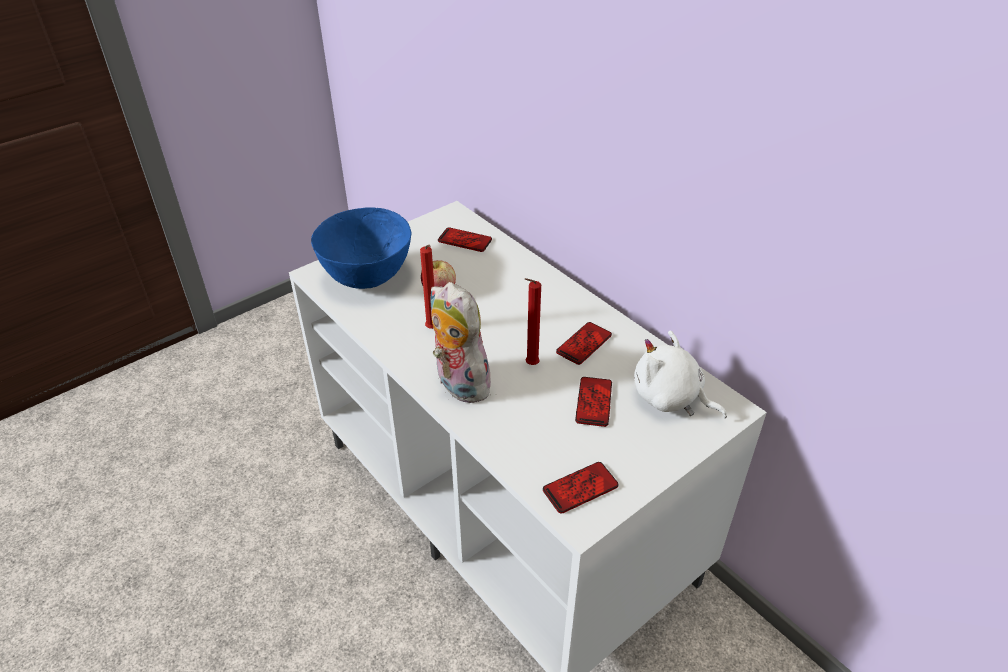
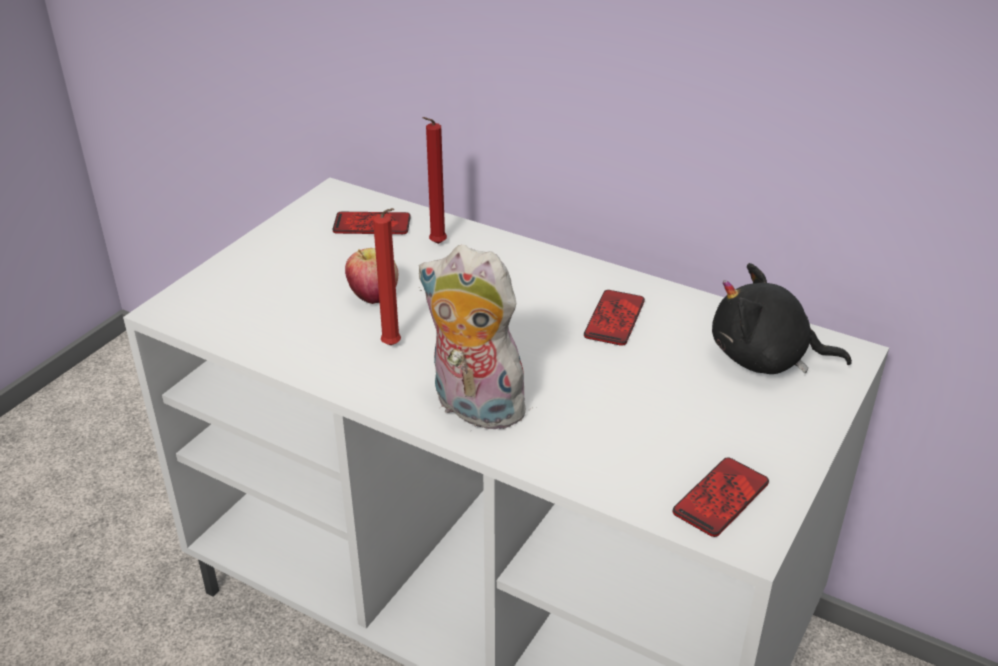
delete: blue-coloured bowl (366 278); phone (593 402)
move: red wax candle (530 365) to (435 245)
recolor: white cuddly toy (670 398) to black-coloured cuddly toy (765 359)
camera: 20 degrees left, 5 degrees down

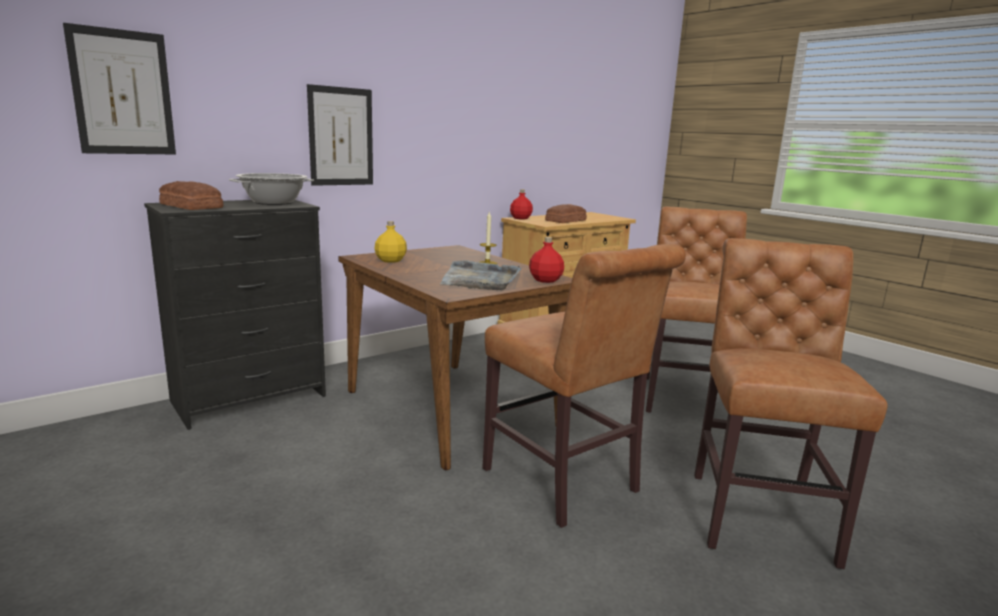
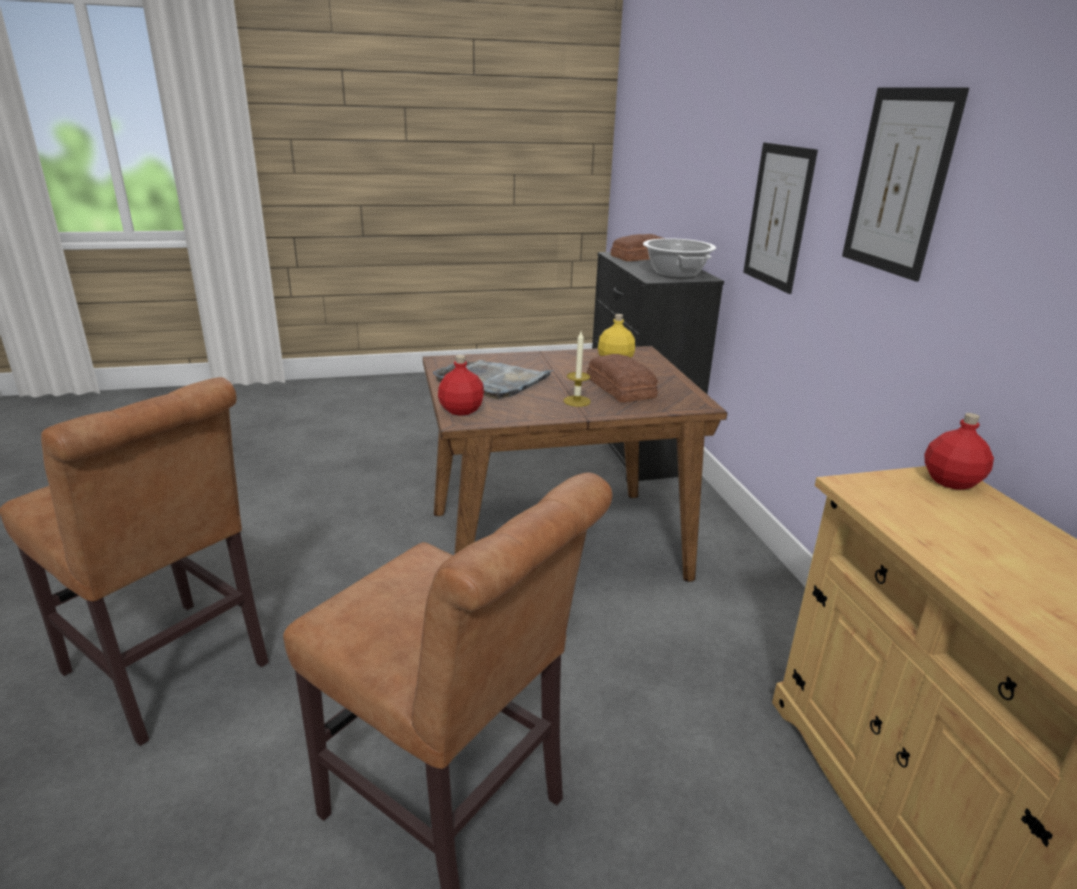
delete: brown chair (565 484)
move: picture (123 93) to (899 182); bakery bread (564 220) to (621 387)
camera: 115 degrees right, 10 degrees up

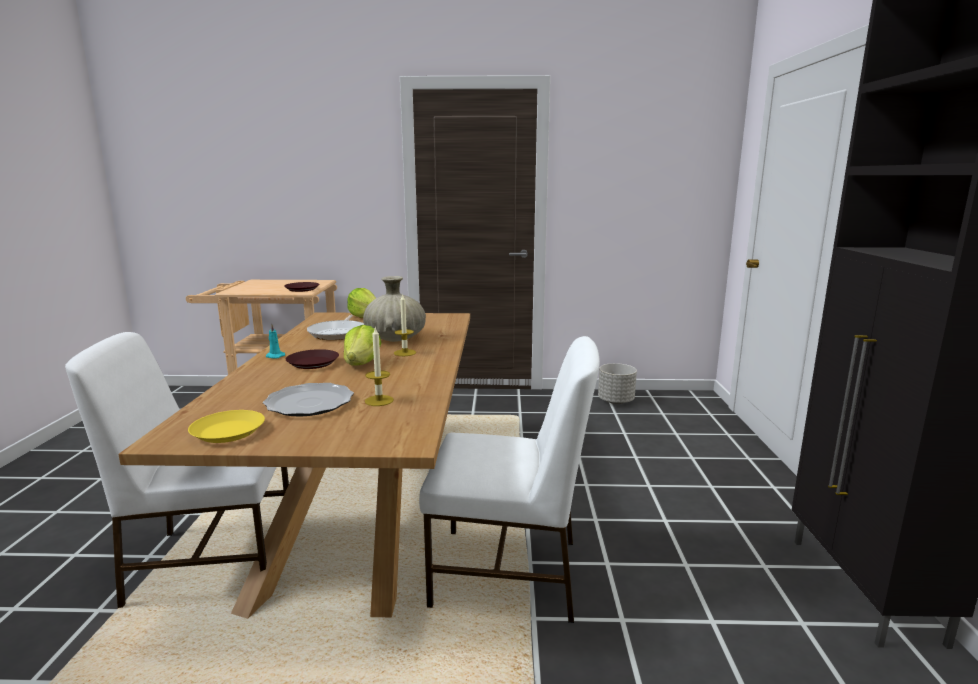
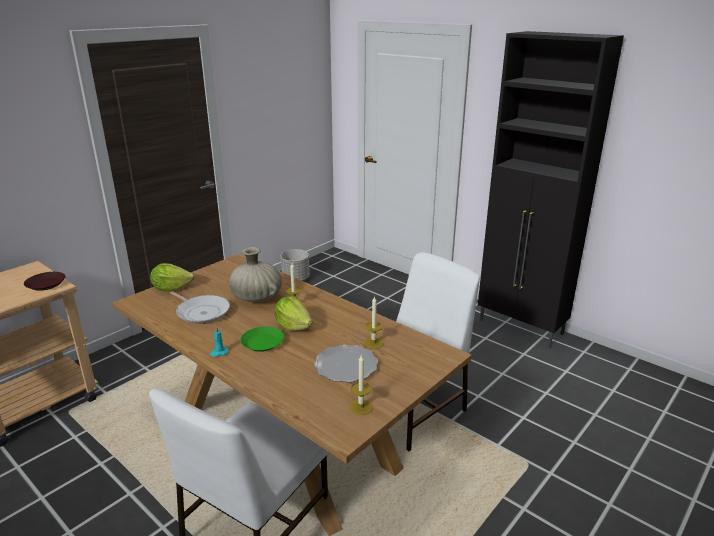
replace: yellow flat dish (227 432) to wax candle (361 407)
recolor: brown flat dish (313 363) to green-coloured flat dish (263 342)
camera: 50 degrees left, 10 degrees up

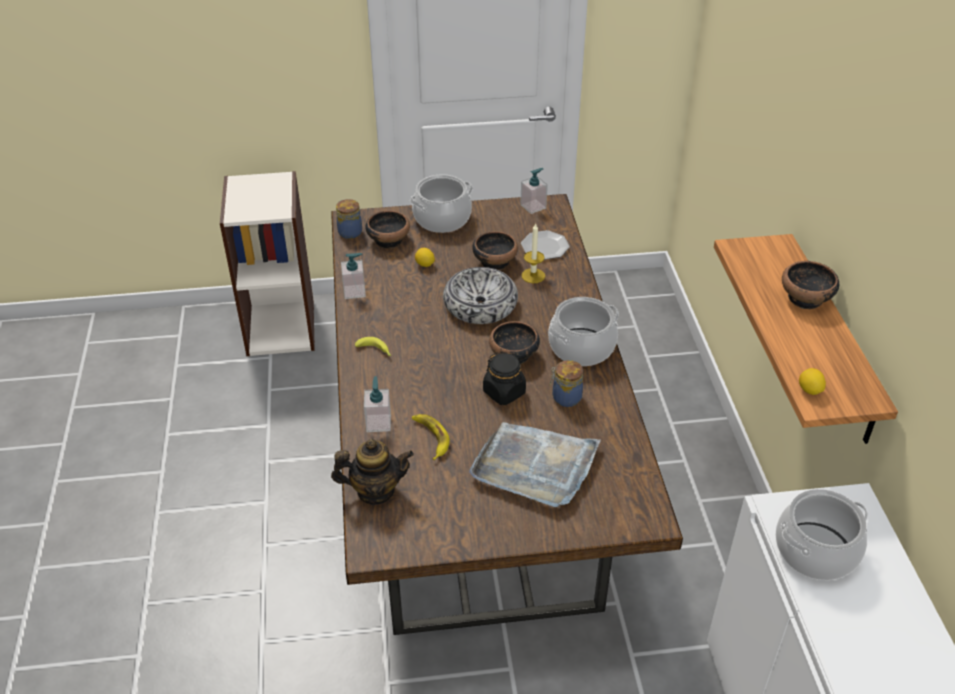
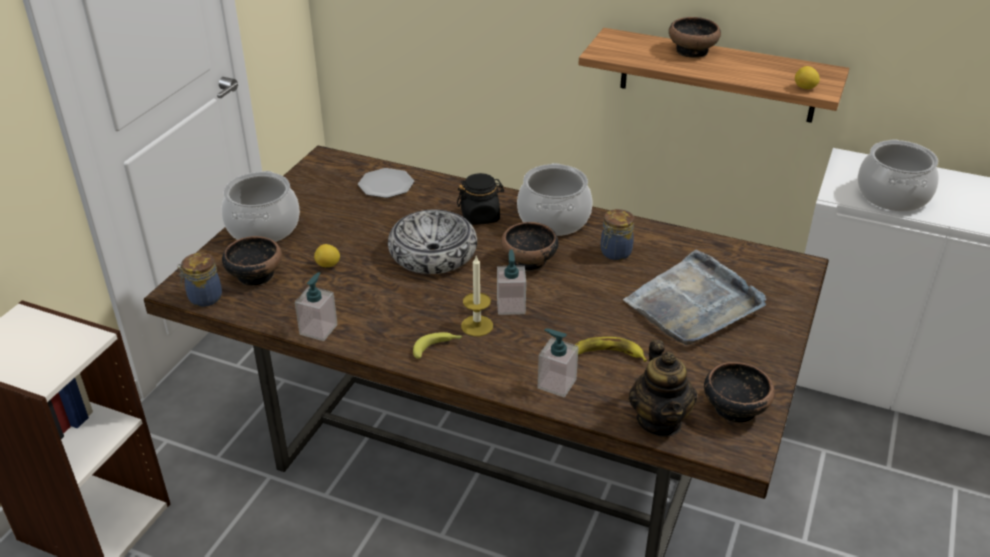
move: soap dispenser (533 206) to (511 306); wax candle (533 275) to (477 326); bowl (495 261) to (734 408); black-coloured storage jar (504 392) to (480 216)
rotate: teapot (375 491) = (660 420) 150 degrees clockwise
camera: 60 degrees left, 5 degrees down

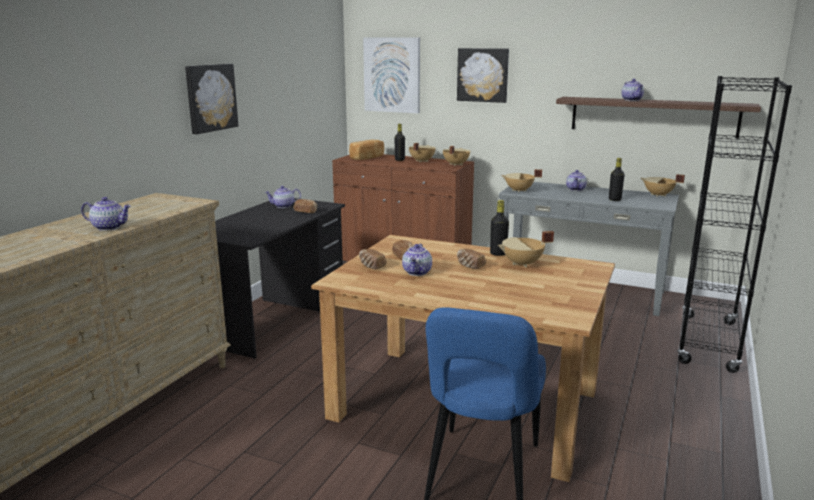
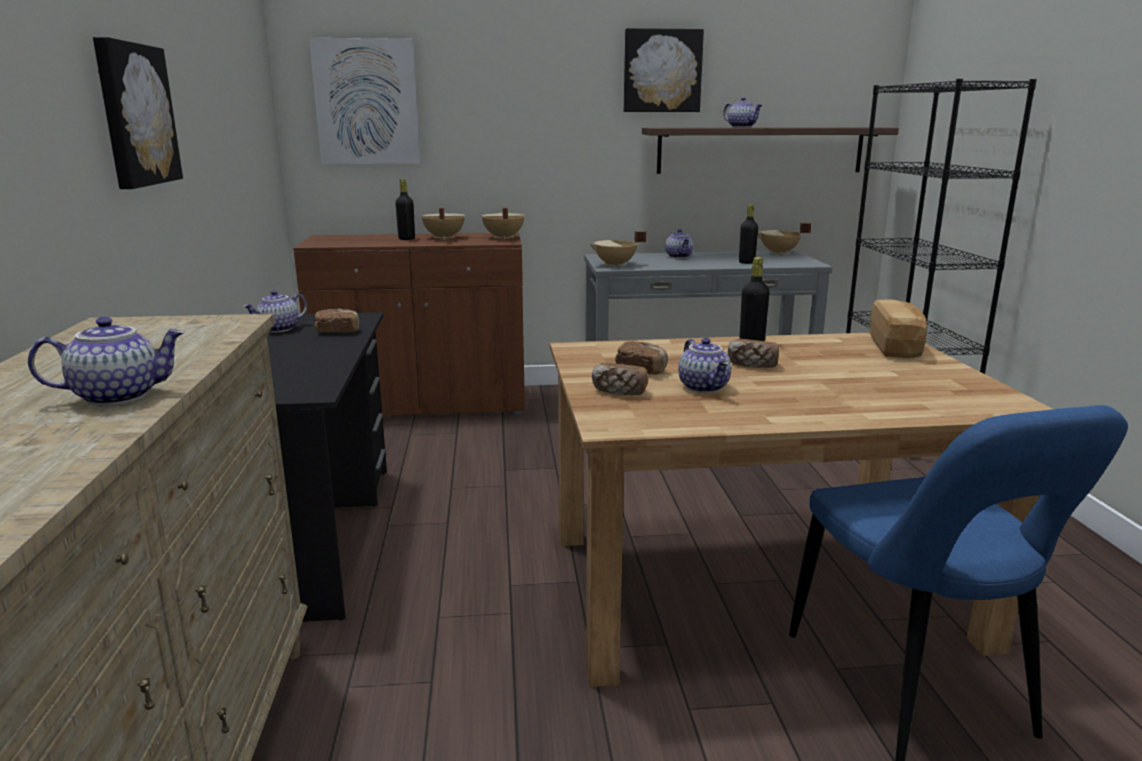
delete: sand-coloured saucepot (523 264)
move: picture (483 75) to (662 71); bakery bread (368 158) to (896 347)
camera: 30 degrees left, 0 degrees up

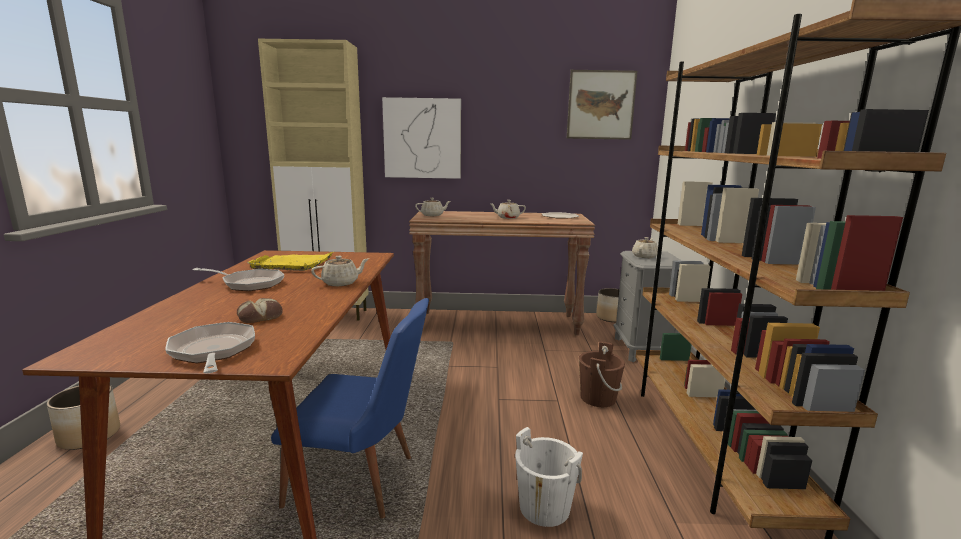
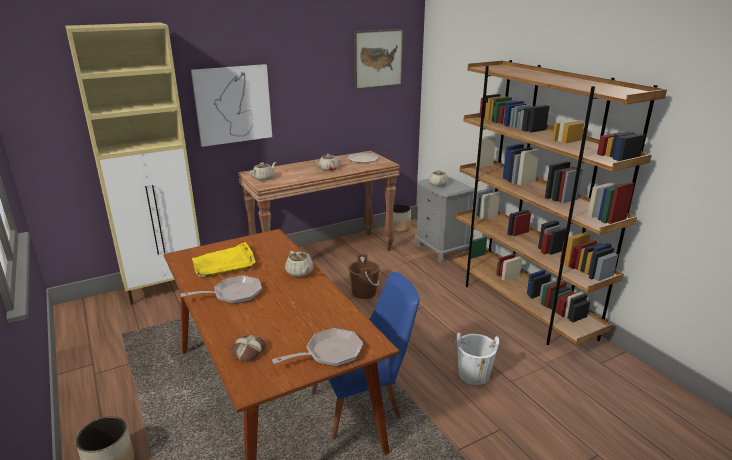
move: bakery bread (260 316) to (248 351); brown pail (598 398) to (364 292)
rotate: sand-coloured teapot (341 283) = (300 272) 120 degrees clockwise; pan (213 352) = (329 353) 120 degrees clockwise
camera: 30 degrees left, 10 degrees up

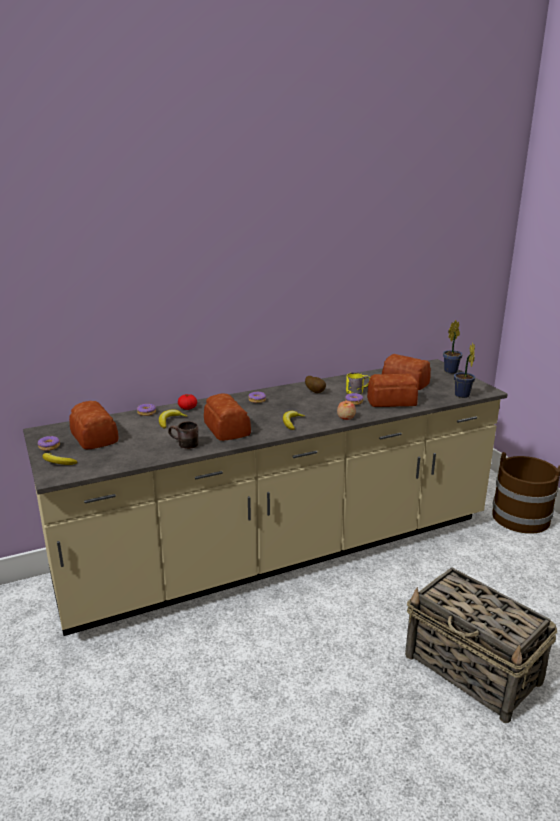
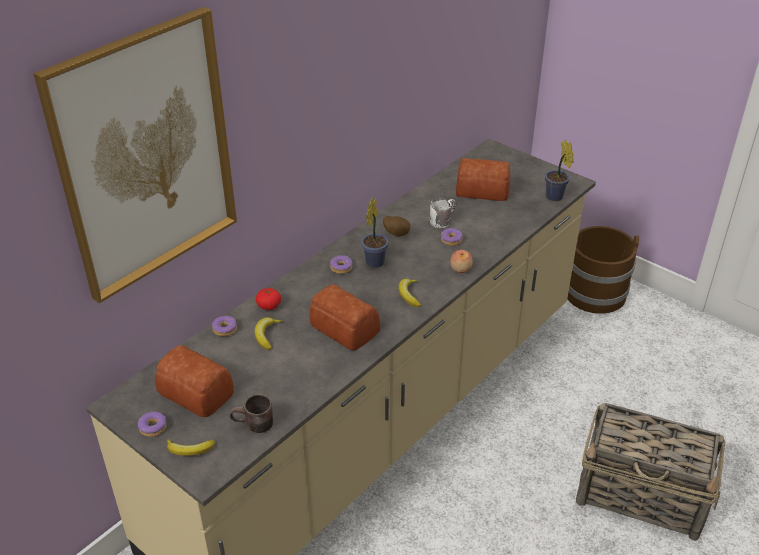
delete: bakery bread (393 401)
insert: picture (146 156)
move: plant in a pot (451 370) to (376 261); brown mug (183 445) to (253 426)
recolor: yellow mug (357 391) to white mug (441 220)
camera: 25 degrees left, 15 degrees up

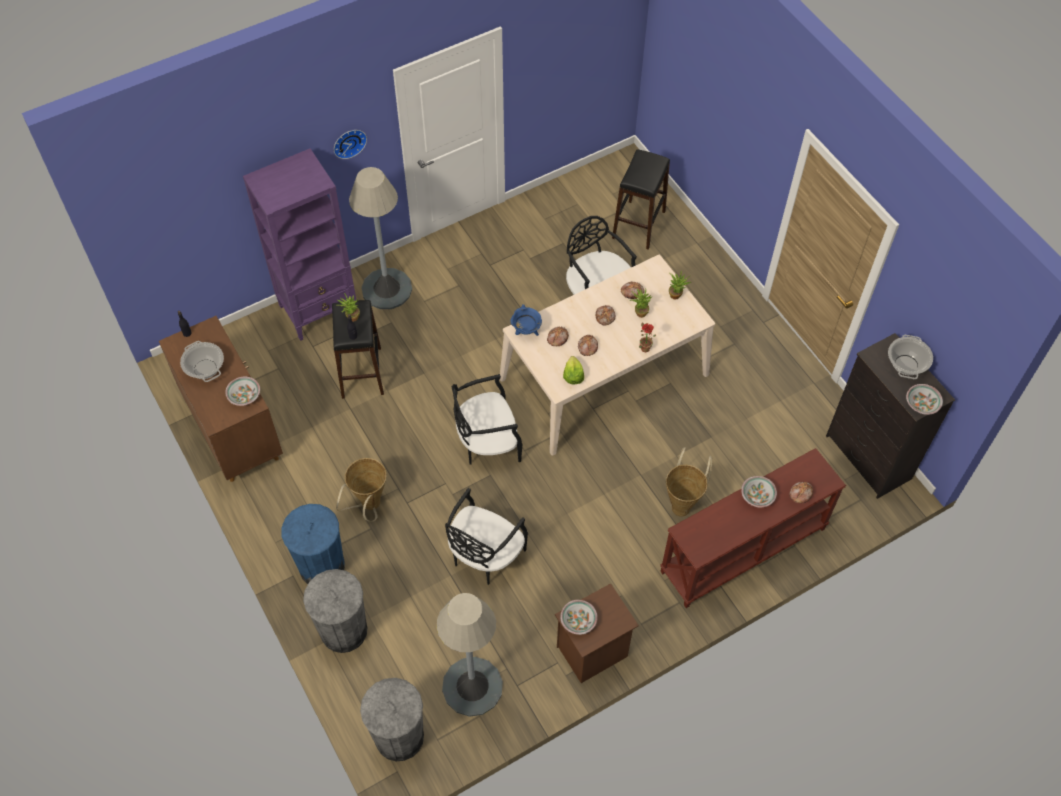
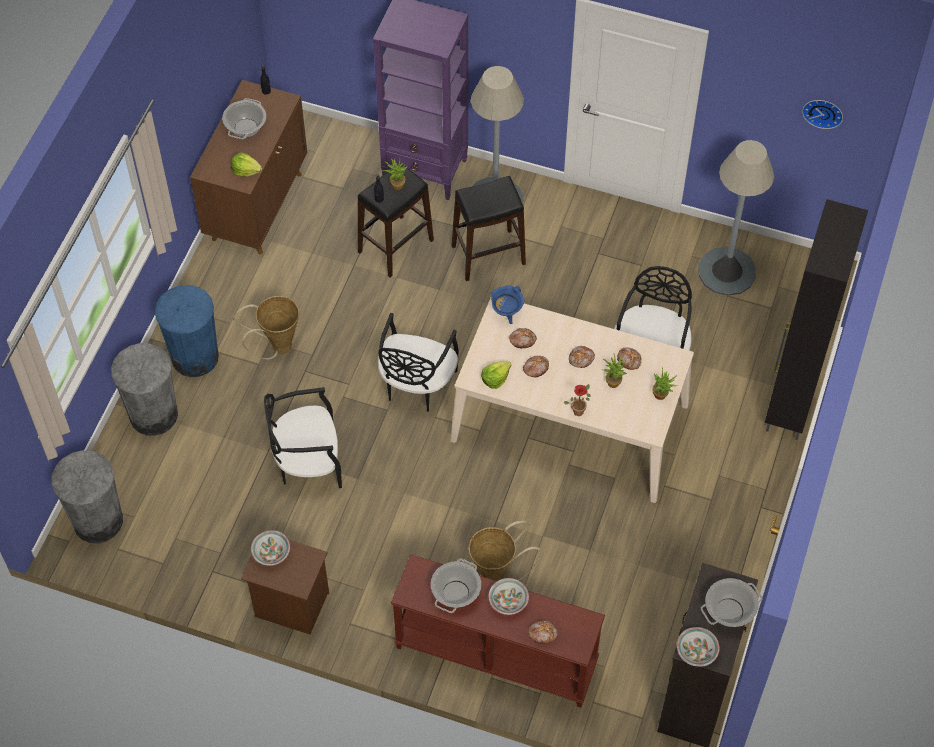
insert: black-coloured cupboard (789 405); saucepot (456 592)
move: hanging clock (348 142) to (823 111); black-coloured stool seat (638 224) to (488 255); greyish standing lamp (472 687) to (726 272)
replace: bowl (244 395) to lettuce (246 170)
rotate: black-coloured chair (487 442) = (416 384) 105 degrees counterclockwise
camera: 50 degrees right, 0 degrees up

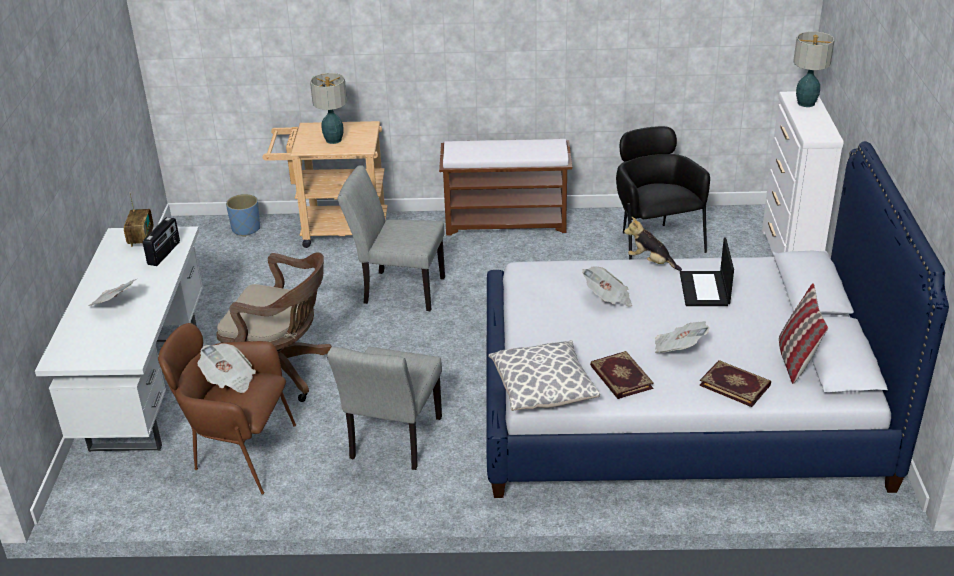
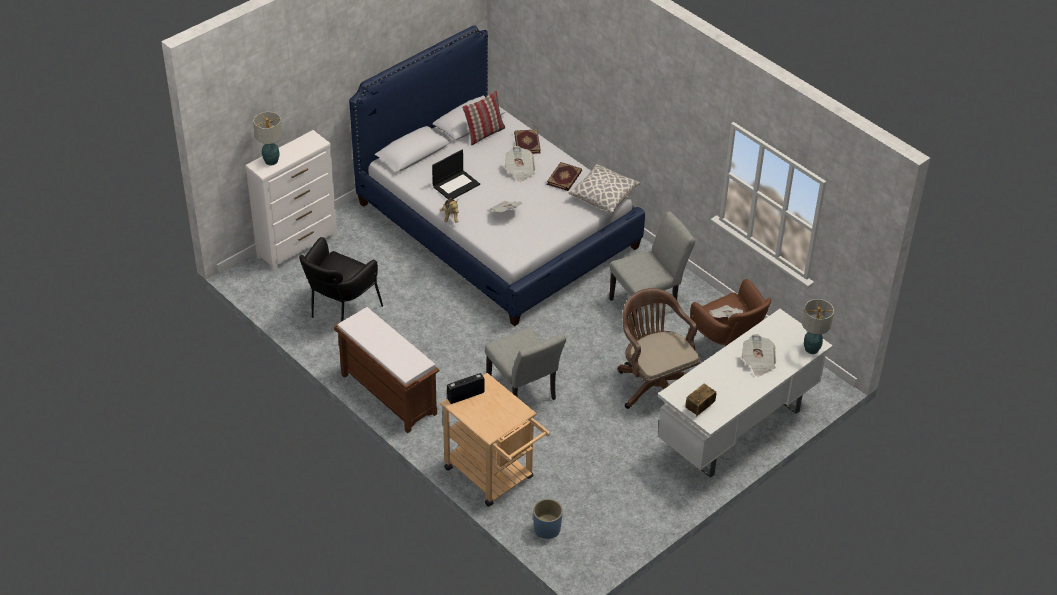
move: table lamp (333 140) to (812 349); radio set (164 253) to (465 395)
camera: 135 degrees left, 10 degrees up

